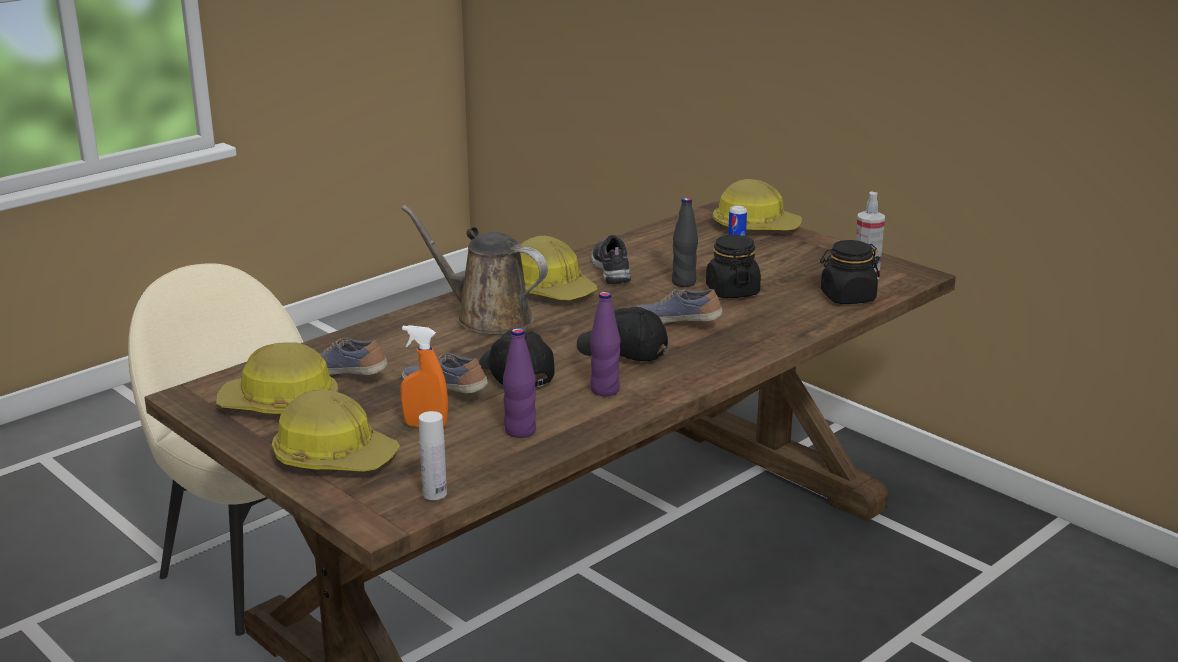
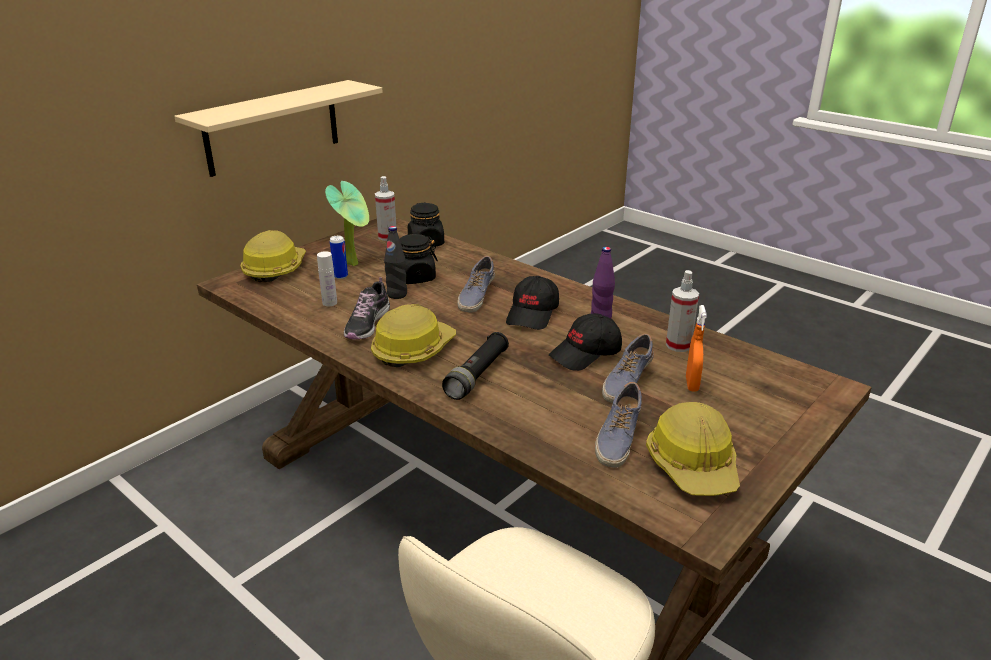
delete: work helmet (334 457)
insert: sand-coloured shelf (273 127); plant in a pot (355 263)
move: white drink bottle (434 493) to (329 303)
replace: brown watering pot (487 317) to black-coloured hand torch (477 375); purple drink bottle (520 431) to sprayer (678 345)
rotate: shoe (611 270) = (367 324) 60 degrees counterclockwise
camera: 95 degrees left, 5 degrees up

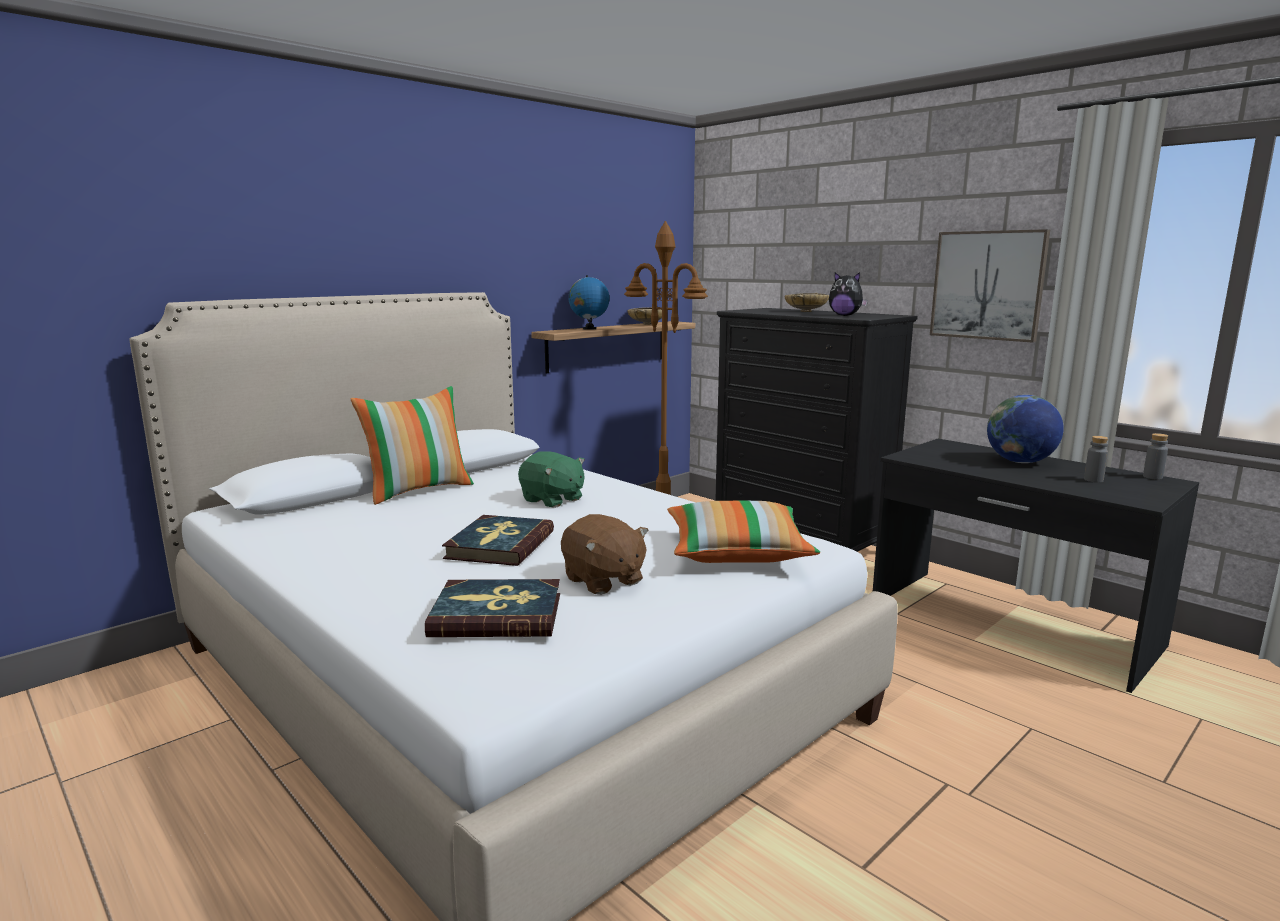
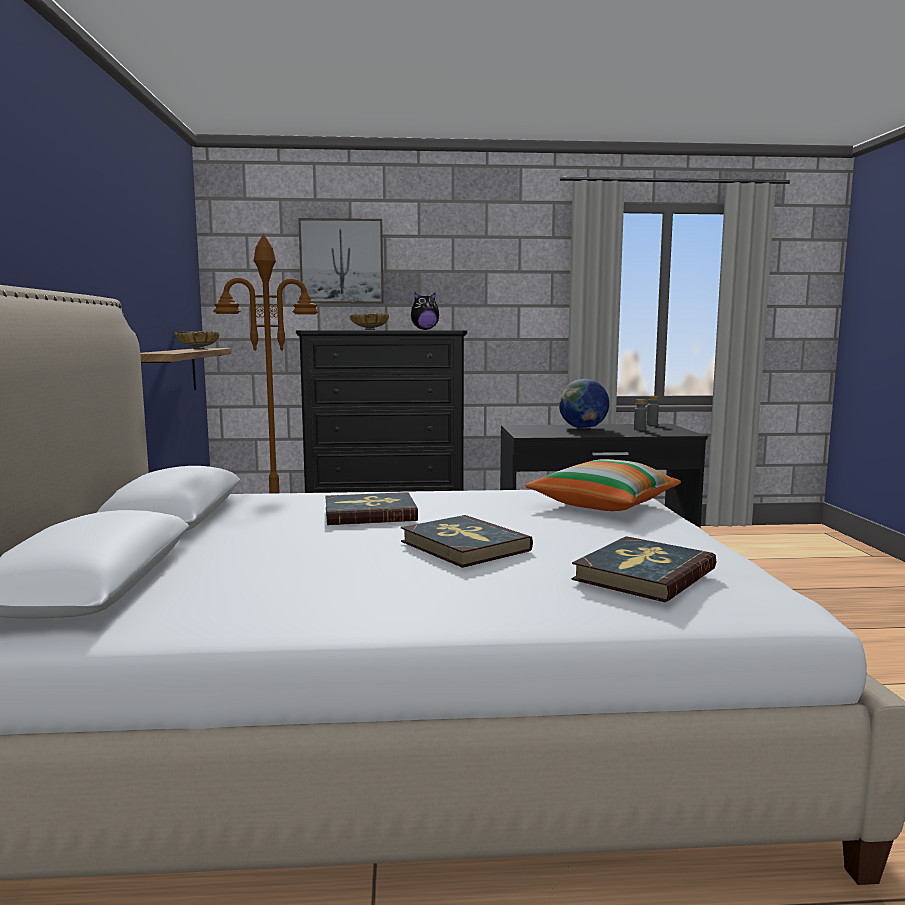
delete: world globe (589 329); pillow (418 490); brown cuddly toy (603 580)
move: picture (988 285) to (341 261)
replace: green-coloured cuddly toy (552 500) to bound book (370 514)
camera: 50 degrees left, 5 degrees down

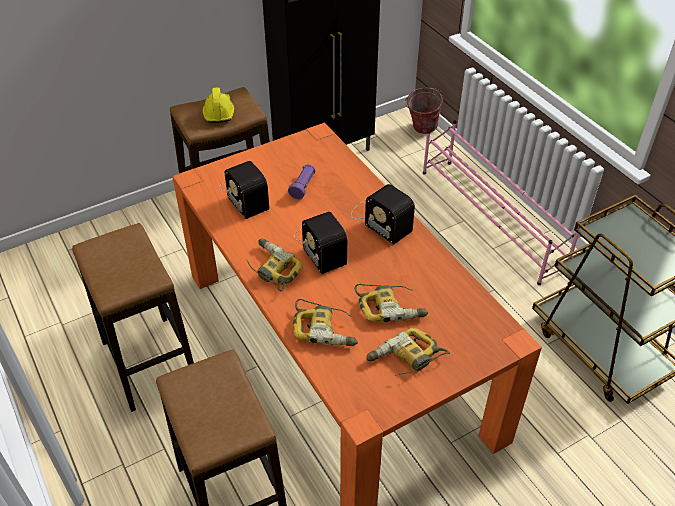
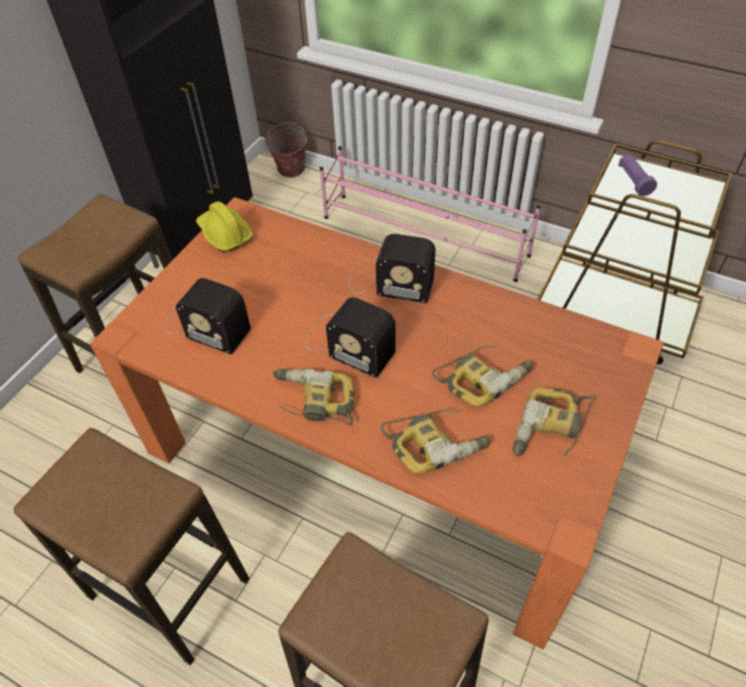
move: yellow work helmet (218 112) to (224 234); purple hand torch (303 187) to (633 181)
camera: 30 degrees left, 5 degrees up

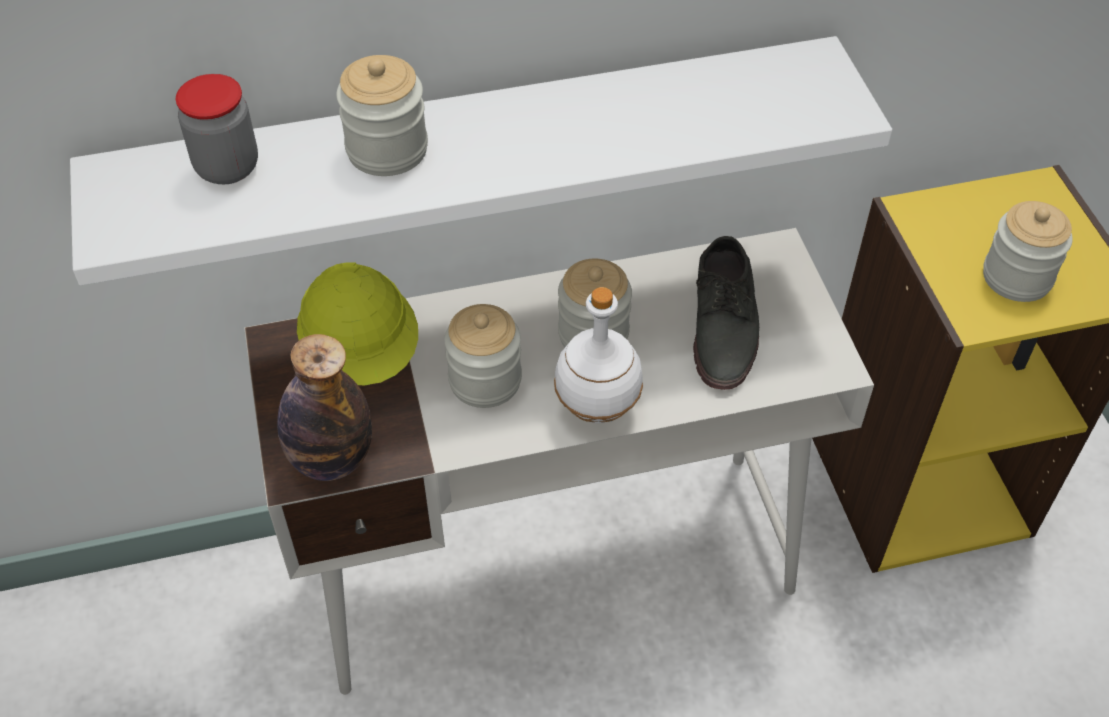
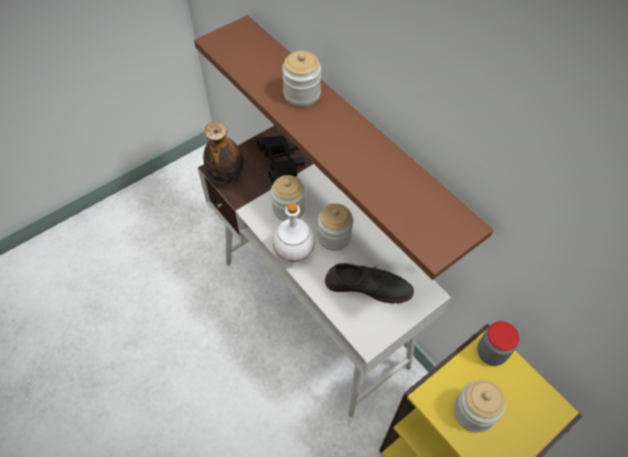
move: storage jar (227 167) to (491 353)
replace: yellow work helmet (362 352) to black-coloured pair of binoculars (281 164)
recolor: white shelf (473 148) to brown shelf (351 131)
rotate: greyish shoe (724 324) = (368 286) 150 degrees counterclockwise
camera: 65 degrees right, 5 degrees up

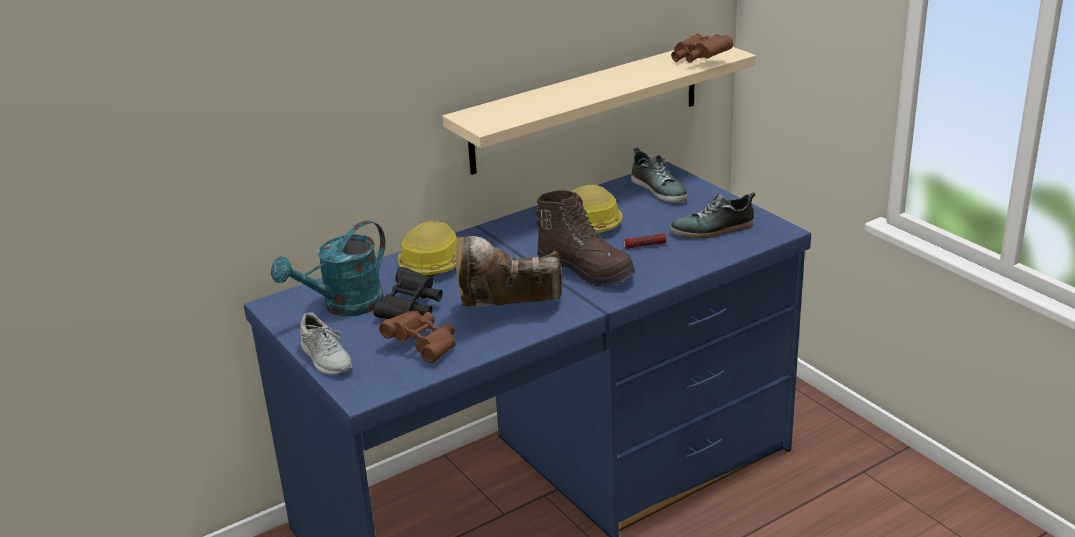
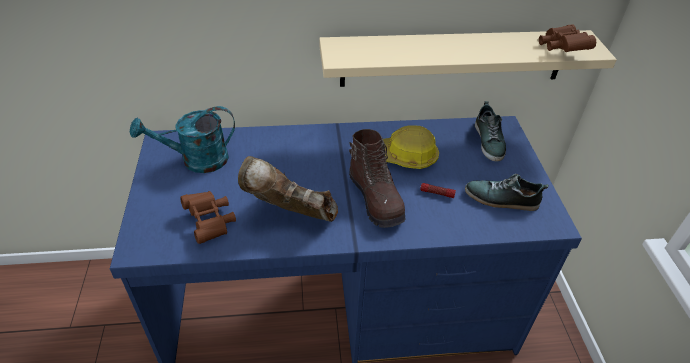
delete: work helmet (434 263); black-coloured pair of binoculars (411 309); greyish shoe (326 359)
camera: 25 degrees right, 15 degrees up

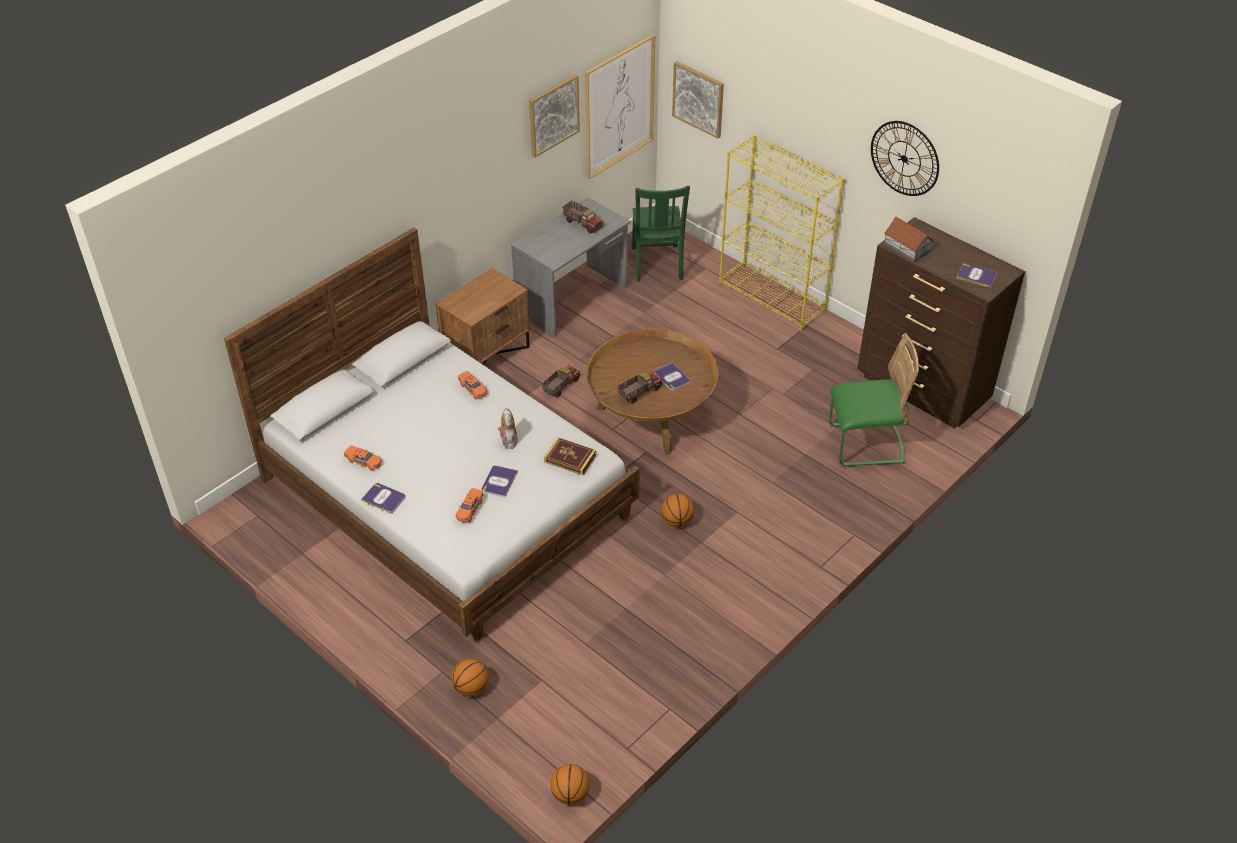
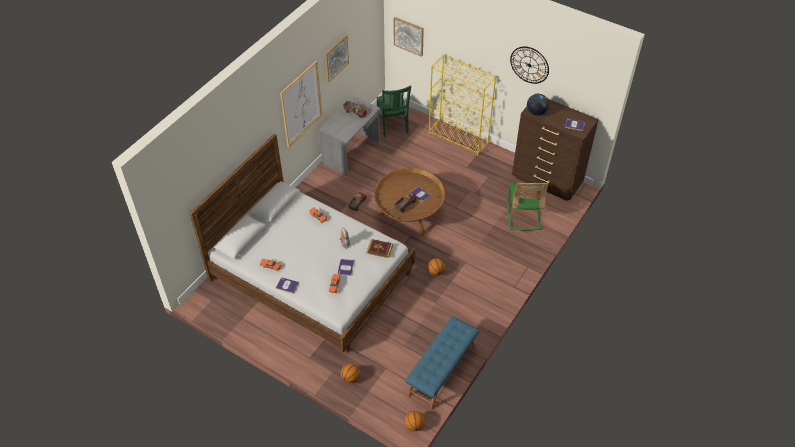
delete: brown bedside table (487 354)
insert: blue-coloured indoor bench (442 371)
move: picture (619 106) to (301 104)
replace: toy house (907 247) to world globe (536 112)
rotate: green-coloured chair (865 444) = (523 216) 105 degrees clockwise
camera: 10 degrees left, 5 degrees up

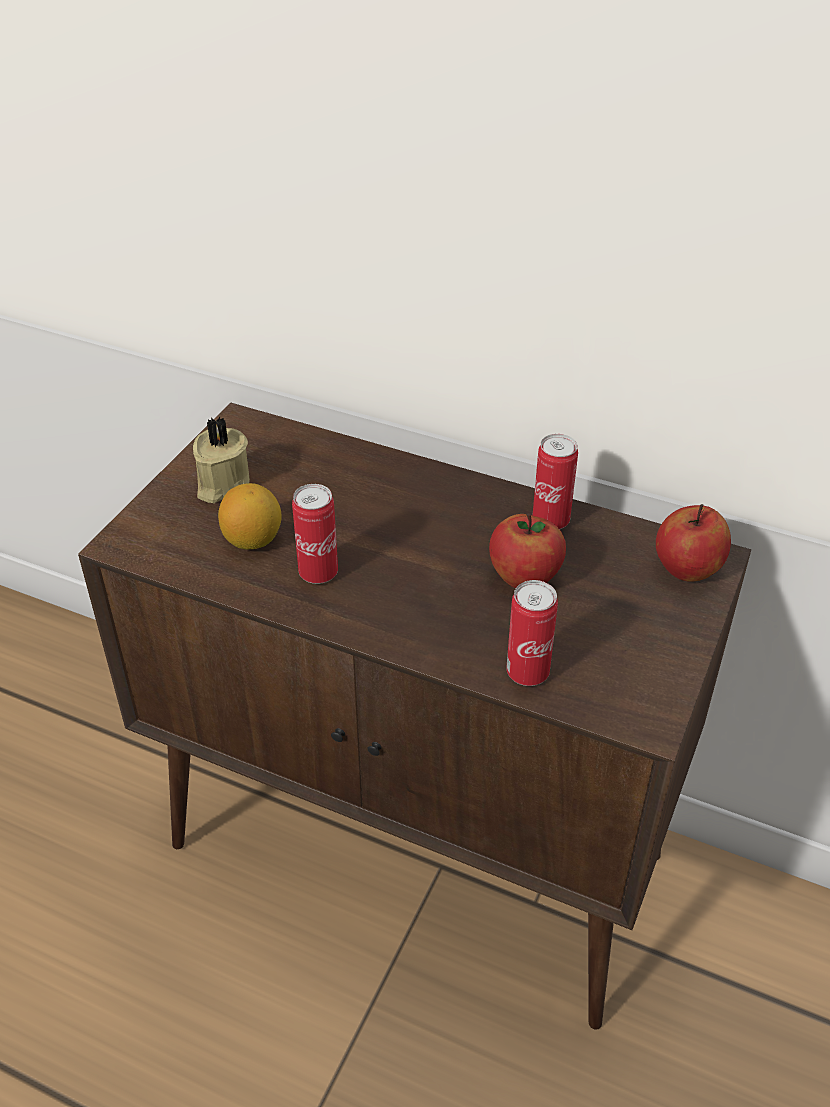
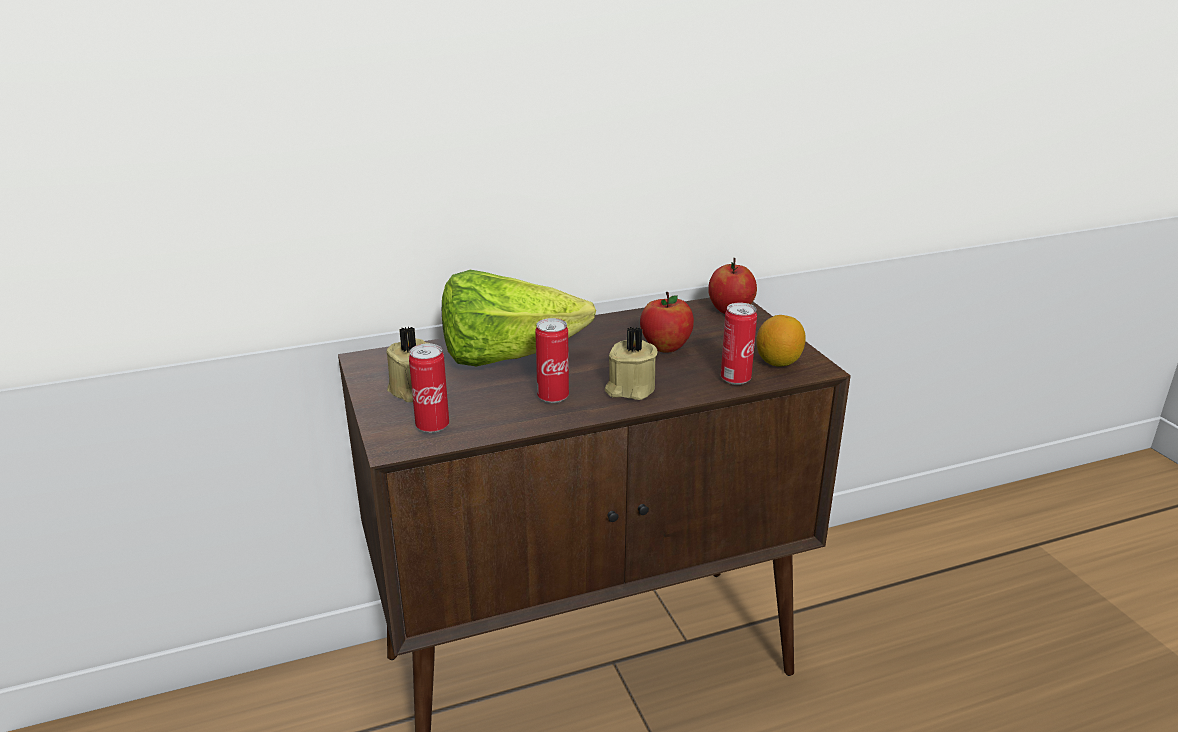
insert: lettuce (507 357); sand-coloured wax candle (629 389)
move: sealed can (550 521) to (432 426); citrus fruit (253 540) to (778 362)
camera: 45 degrees left, 15 degrees down

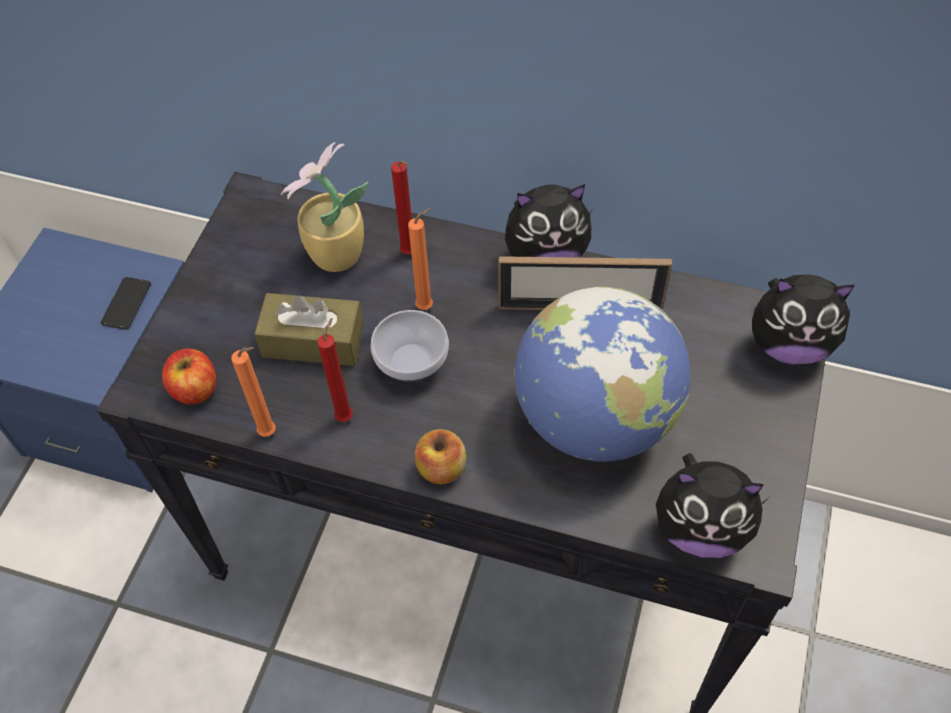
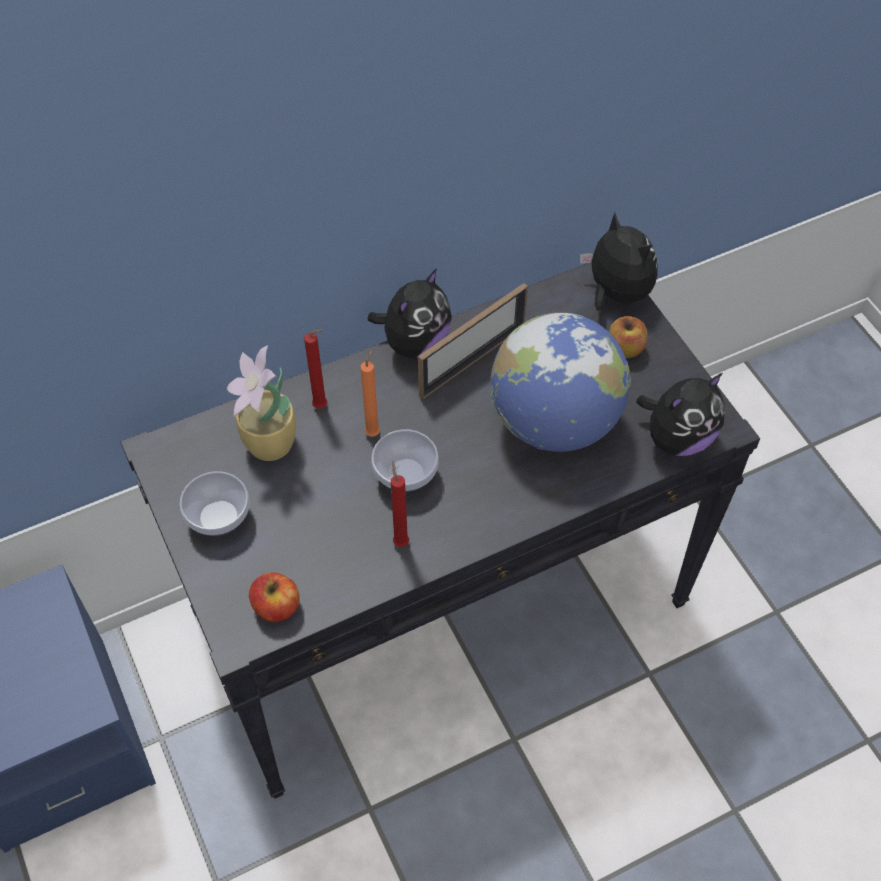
delete: phone (126 304); brown tissue box (313 341); orange wax candle (270 433)
insert: bowl (220 516)
move: apple (441 468) to (625 348)
rotate: cuddly toy (789 344) = (615 293) 90 degrees counterclockwise
camera: 45 degrees left, 0 degrees up

